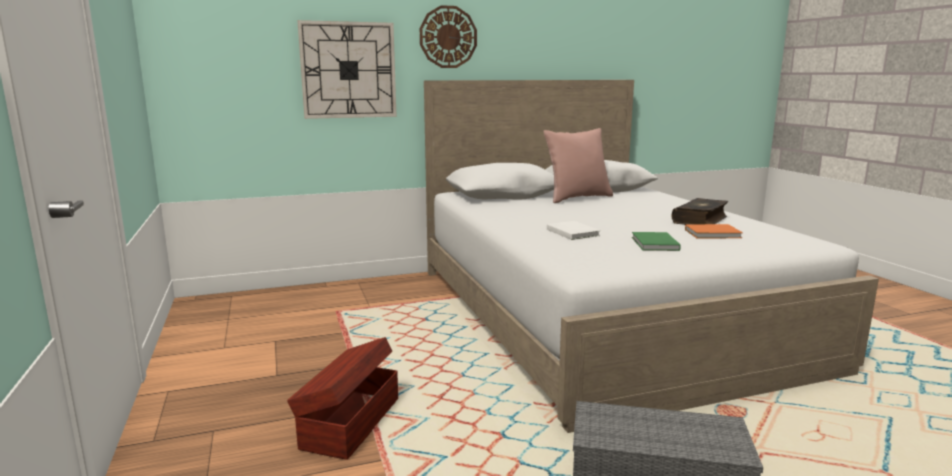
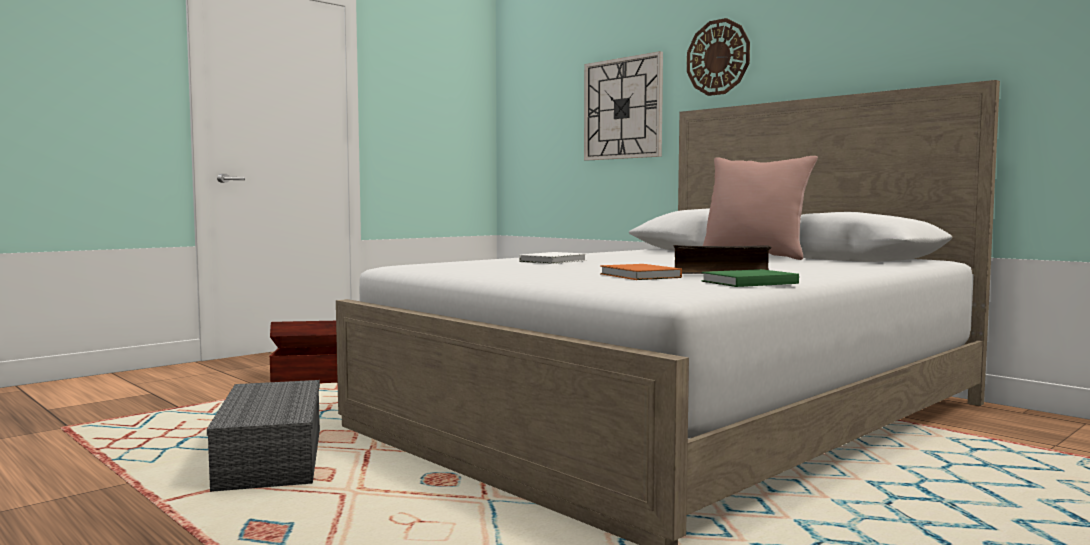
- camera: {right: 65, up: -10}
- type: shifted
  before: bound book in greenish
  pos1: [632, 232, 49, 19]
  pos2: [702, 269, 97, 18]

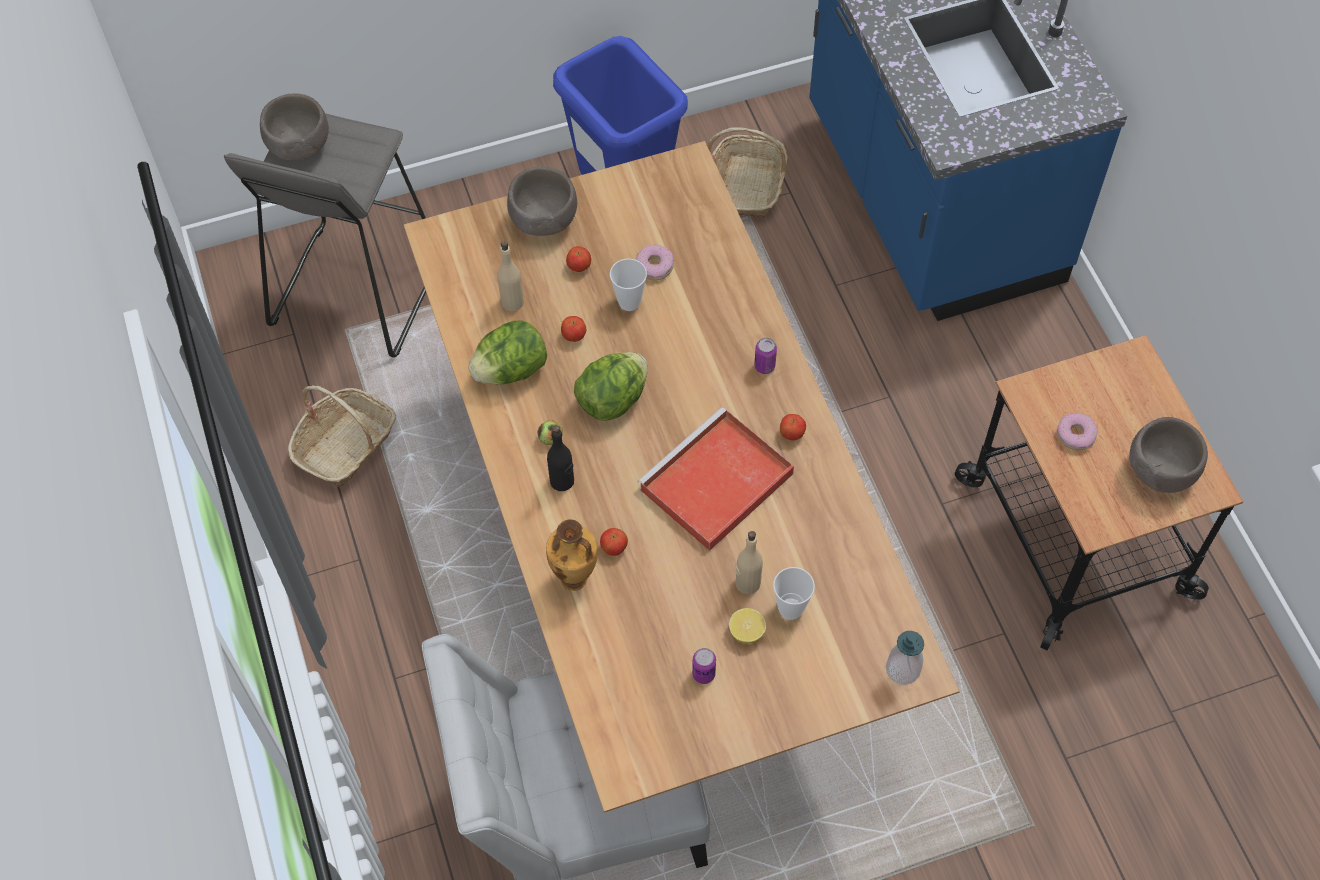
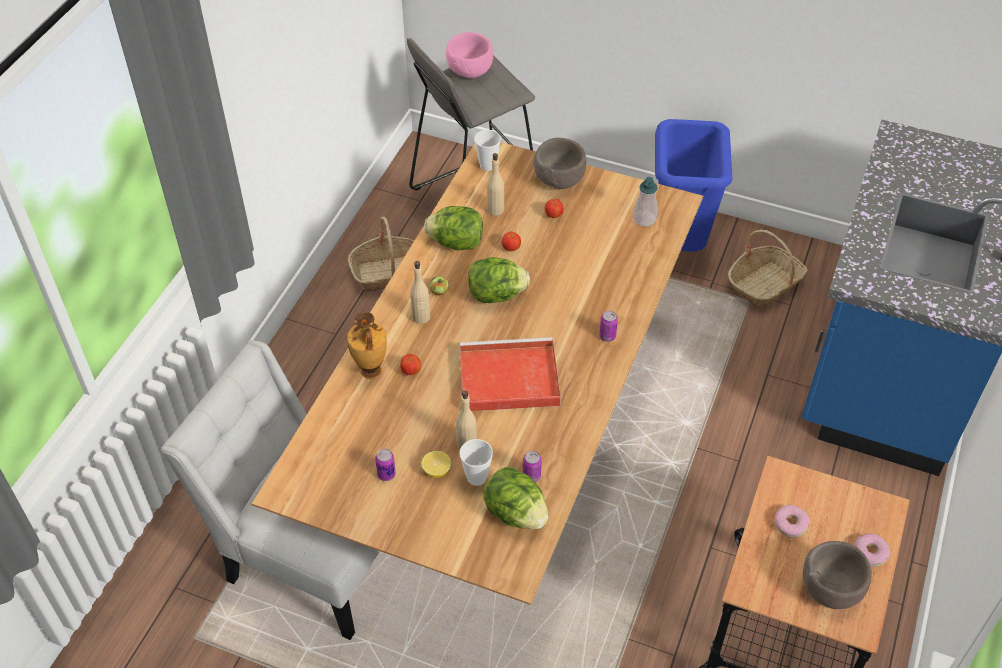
- camera: {right: 40, up: -10}
- type: repainted
  before: bowl in brown
  after: bowl in pink-coloured
  pos1: [260, 93, 69, 67]
  pos2: [446, 32, 47, 46]
- type: shifted
  before: doughnut
  pos1: [636, 244, 38, 36]
  pos2: [854, 534, 36, 33]
- type: shifted
  before: small cup
  pos1: [610, 259, 37, 52]
  pos2: [474, 130, 27, 41]
- type: gone
  before: apple
  pos1: [780, 414, 26, 27]
- type: repainted
  before: drink bottle in black-coloured
  after: drink bottle in sand-coloured
  pos1: [547, 425, 27, 66]
  pos2: [410, 261, 20, 63]
- type: shifted
  before: soap dispenser
  pos1: [886, 631, 38, 54]
  pos2: [633, 177, 25, 50]
- type: new
  after: sealed can
  pos2: [523, 451, 19, 32]
- type: new
  after: lettuce head
  pos2: [484, 467, 64, 62]

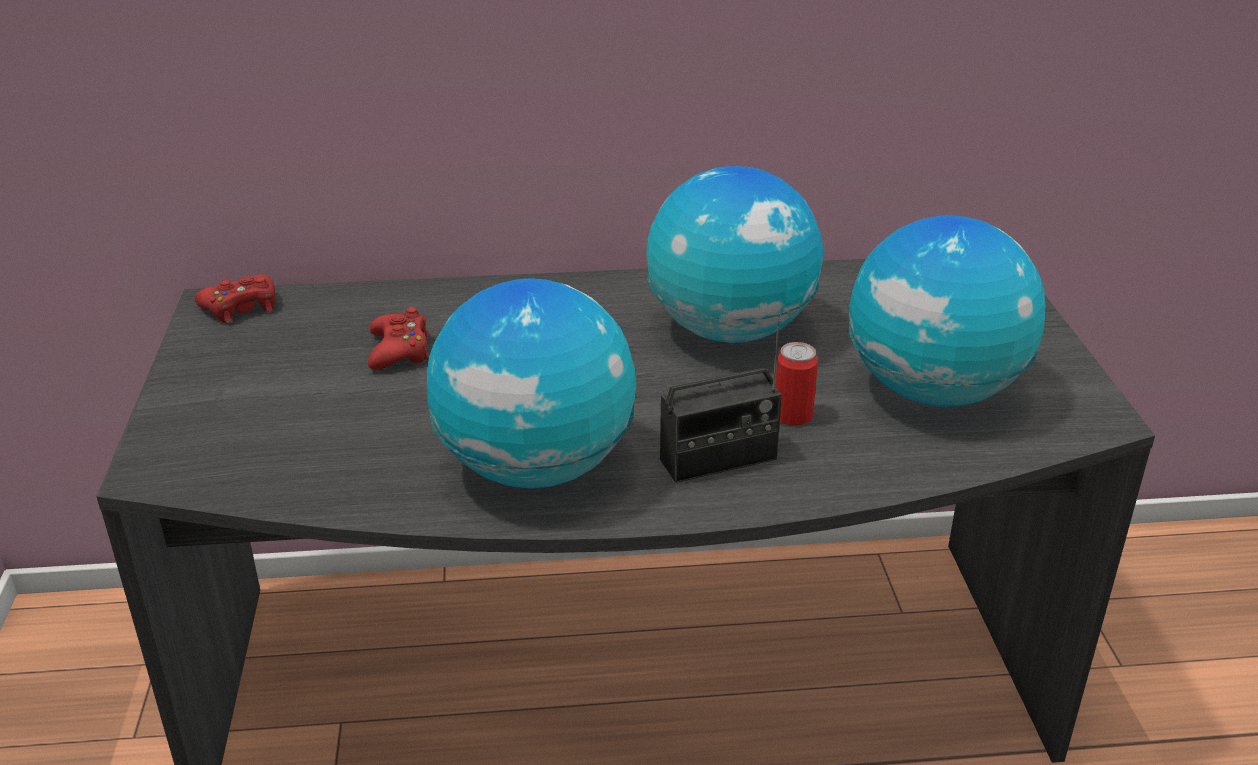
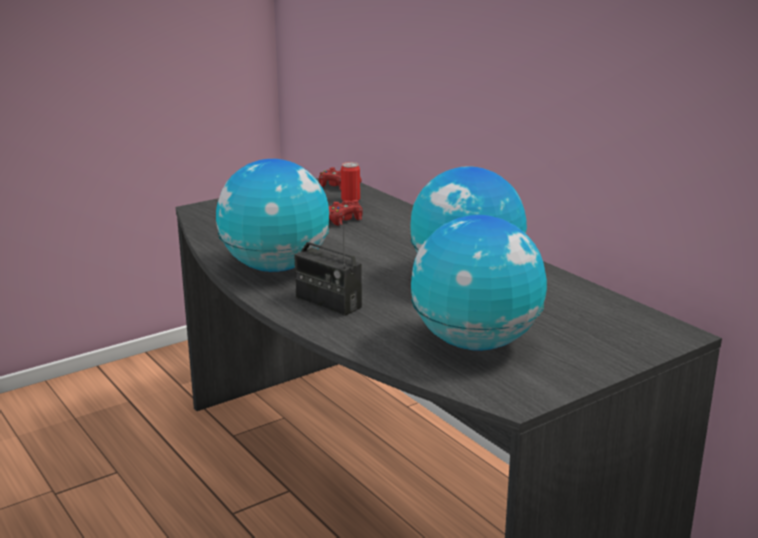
- camera: {right: 60, up: -10}
- type: shifted
  before: sealed can
  pos1: [775, 342, 43, 84]
  pos2: [341, 162, 19, 39]

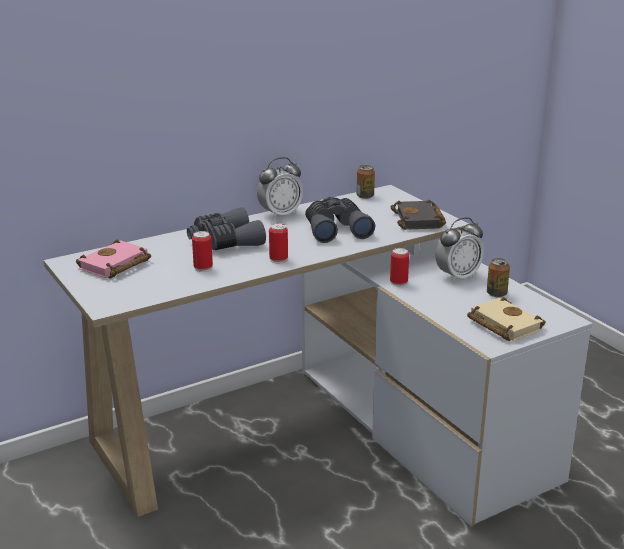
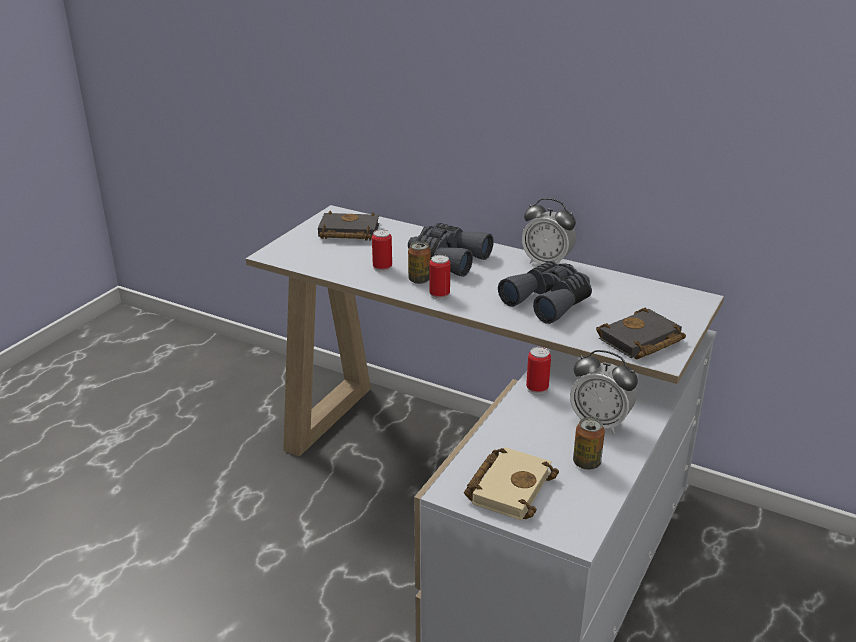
- camera: {right: 60, up: 5}
- type: shifted
  before: sealed can
  pos1: [356, 165, 19, 34]
  pos2: [408, 241, 23, 43]
- type: repainted
  before: bound book in pink-coloured
  after: bound book in black-coloured
  pos1: [76, 240, 75, 38]
  pos2: [318, 211, 61, 30]

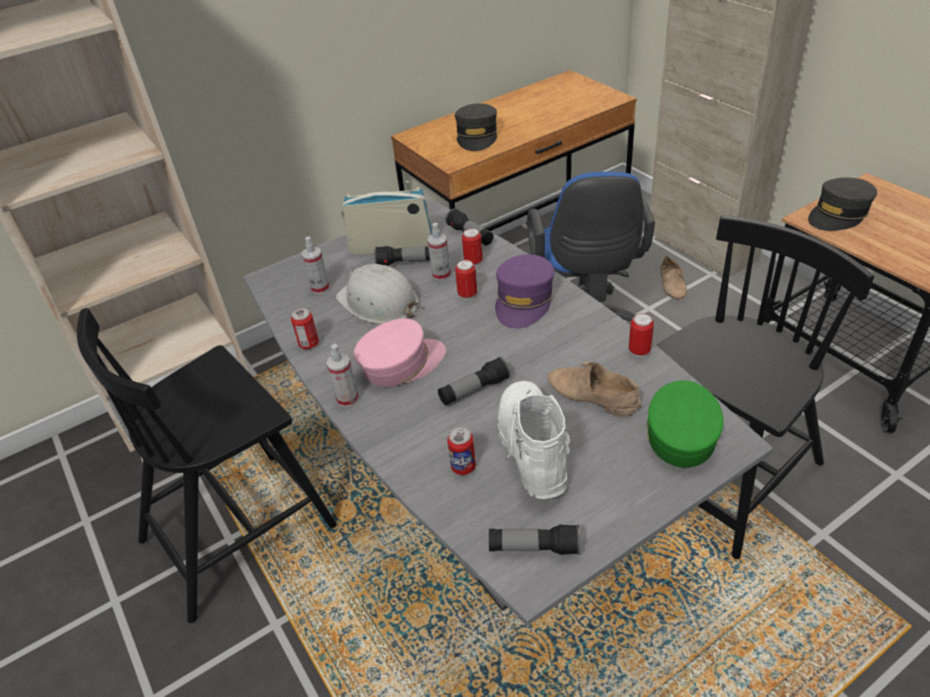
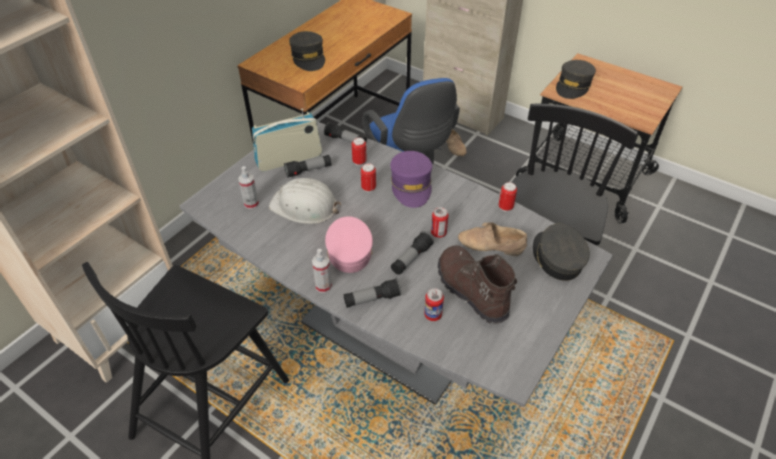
- camera: {right: -25, up: 5}
- type: gone
  before: spray bottle
  pos1: [427, 223, 24, 58]
- type: shifted
  before: sealed can
  pos1: [291, 308, 28, 41]
  pos2: [431, 207, 18, 31]
- type: rotated
  before: baseball cap in pink-coloured
  pos1: [354, 319, 92, 68]
  pos2: [325, 216, 48, 57]
  turn: -45
- type: repainted
  before: baseball cap in greenish
  after: baseball cap in grey
  pos1: [647, 380, 77, 88]
  pos2: [533, 224, 57, 57]
- type: repainted
  before: high-top boot in whitish
  after: high-top boot in brown
  pos1: [497, 381, 73, 118]
  pos2: [438, 245, 79, 79]
- type: shifted
  before: torch
  pos1: [489, 524, 91, 31]
  pos2: [344, 278, 57, 30]

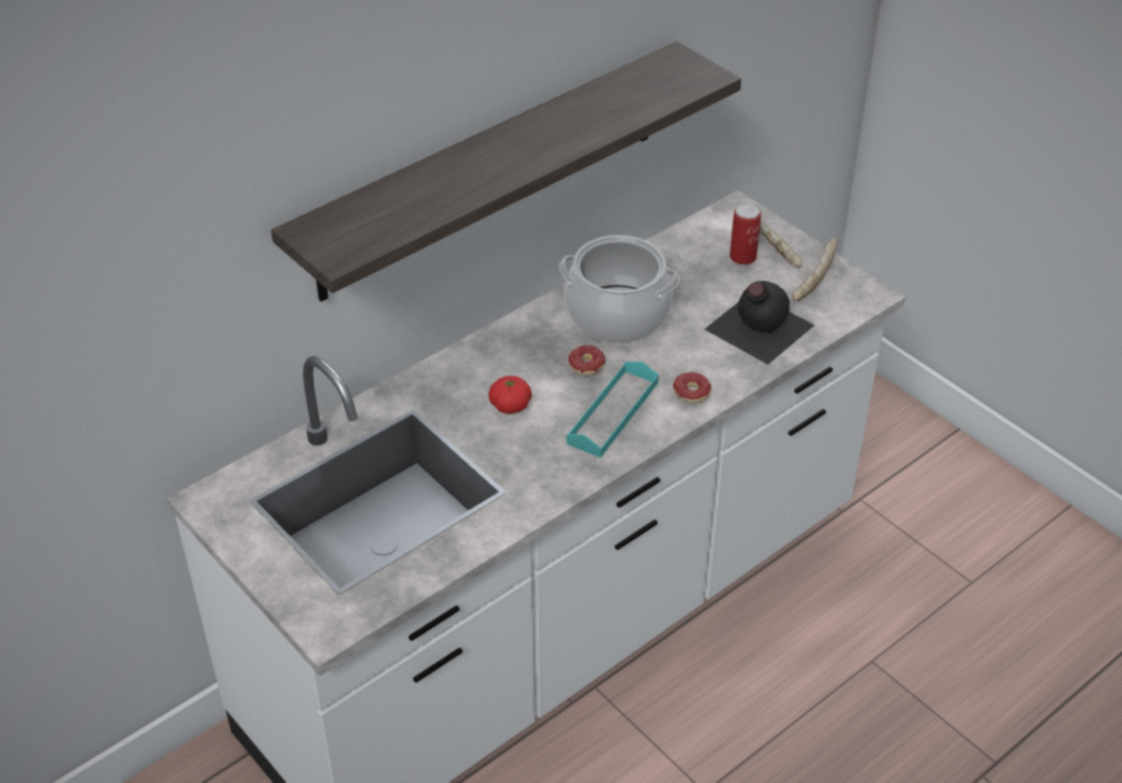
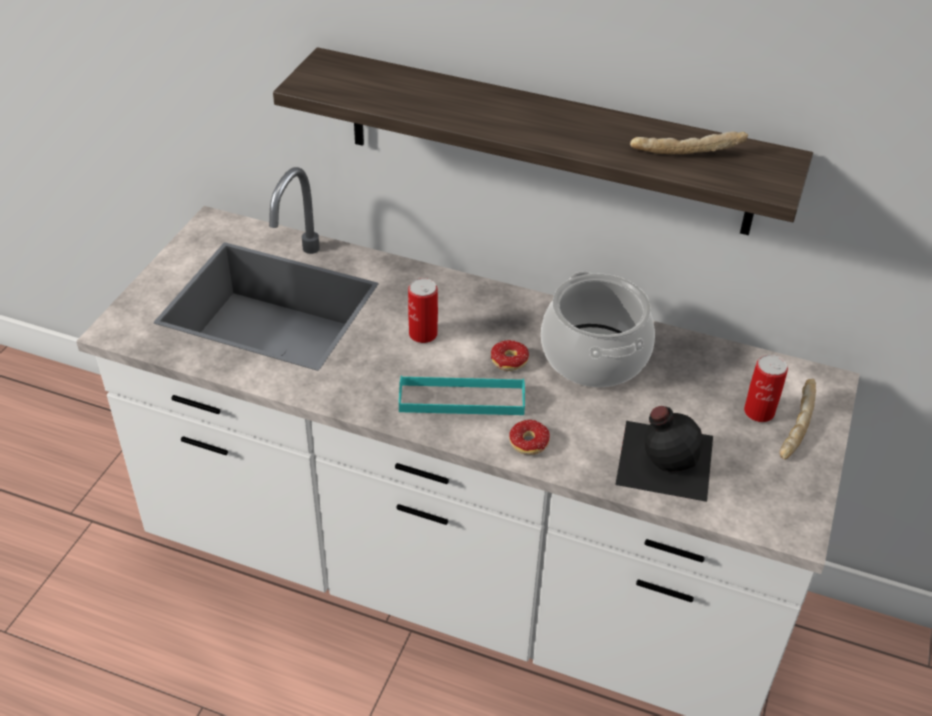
- camera: {right: 60, up: 0}
- type: shifted
  before: baked bread
  pos1: [792, 238, 45, 63]
  pos2: [630, 131, 118, 23]
- type: swapped
  before: fresh tomato
  after: sealed can
  pos1: [488, 376, 44, 38]
  pos2: [408, 278, 30, 65]

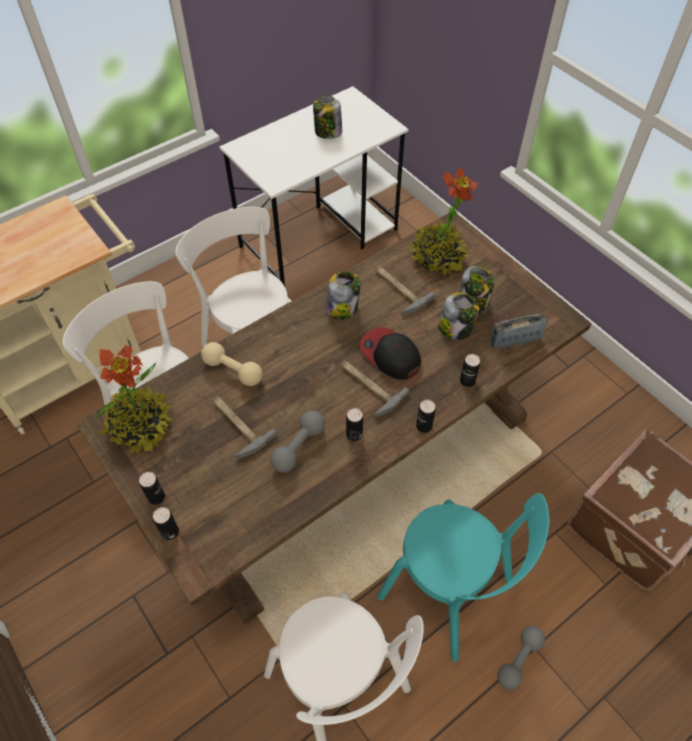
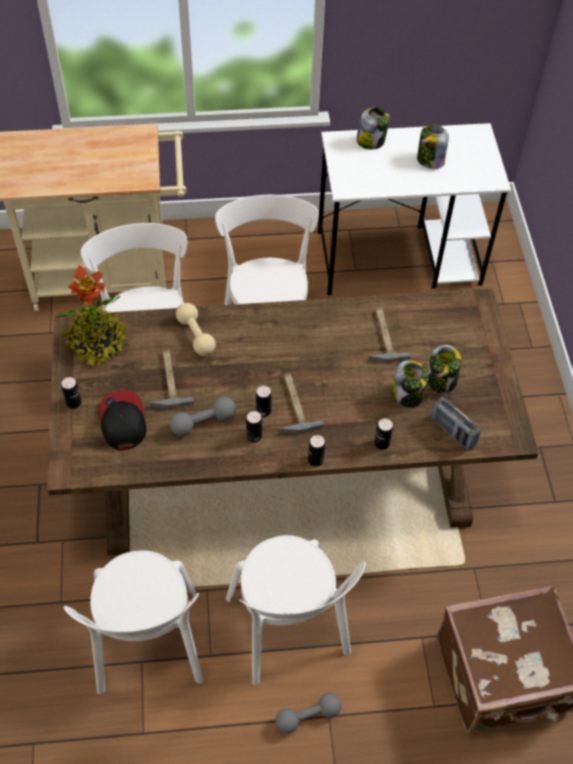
- camera: {right: 30, up: 0}
- type: gone
  before: potted plant
  pos1: [410, 168, 68, 107]
- type: shifted
  before: jar
  pos1: [326, 271, 35, 49]
  pos2: [356, 107, 34, 43]
- type: rotated
  before: radio set
  pos1: [490, 313, 57, 36]
  pos2: [431, 397, 50, 53]
  turn: -150
- type: shifted
  before: baseball cap
  pos1: [360, 327, 61, 53]
  pos2: [99, 391, 48, 59]
- type: repainted
  before: plain chair in blue-green
  after: plain chair in whitish
  pos1: [377, 493, 172, 169]
  pos2: [226, 535, 140, 150]
- type: shifted
  before: sealed can
  pos1: [153, 507, 26, 33]
  pos2: [256, 385, 16, 32]

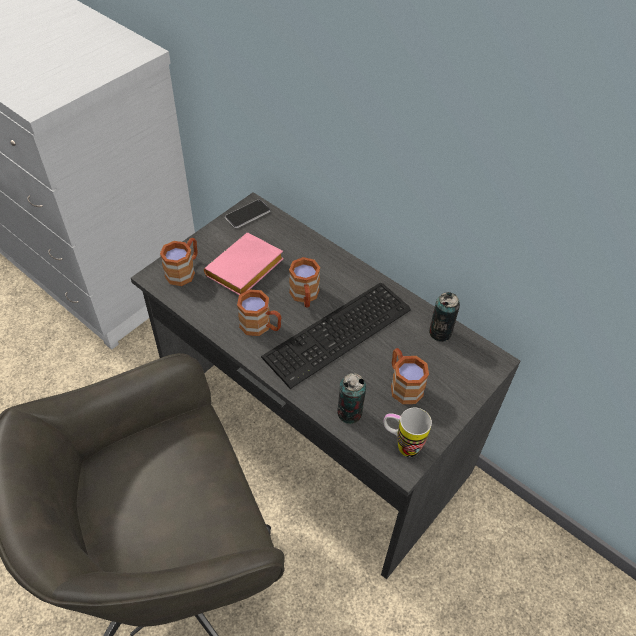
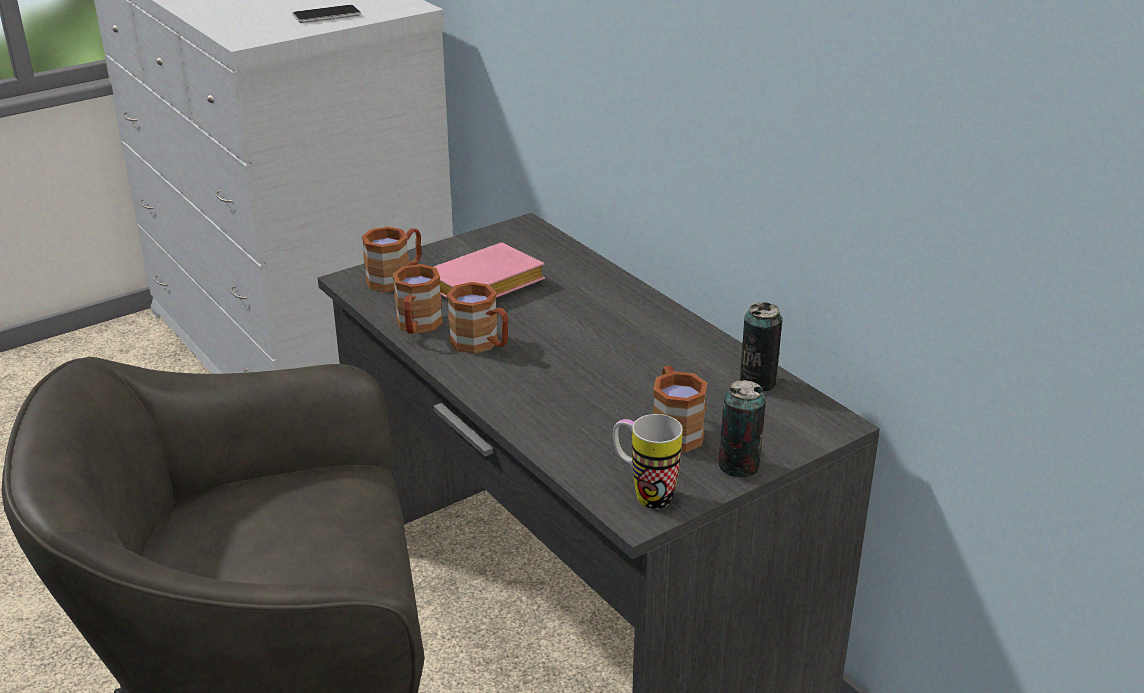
- camera: {right: 15, up: -20}
- type: shifted
  before: handset
  pos1: [225, 200, 46, 28]
  pos2: [292, 5, 69, 18]
- type: shifted
  before: mug in brown
  pos1: [289, 257, 31, 51]
  pos2: [393, 264, 50, 70]
- type: gone
  before: PC keyboard
  pos1: [261, 282, 150, 107]
- type: shifted
  before: sealed can
  pos1: [337, 373, 29, 51]
  pos2: [719, 380, 47, 98]

